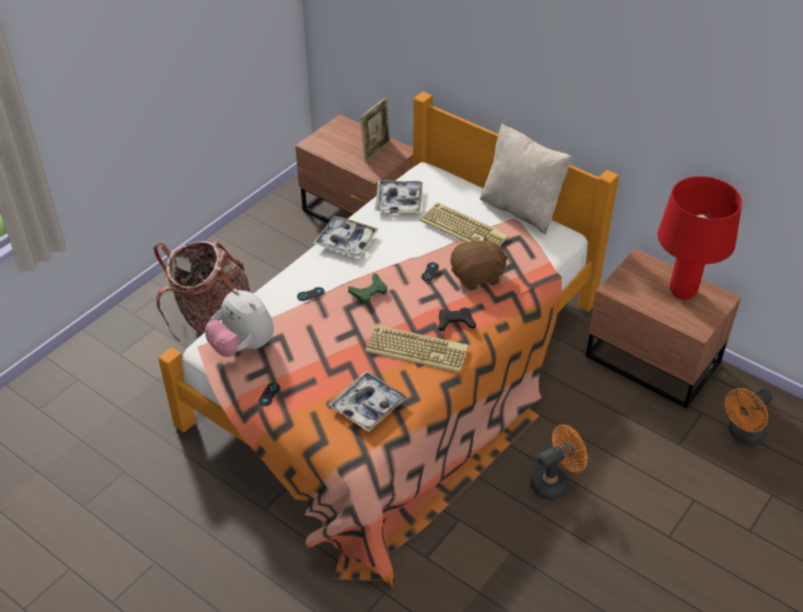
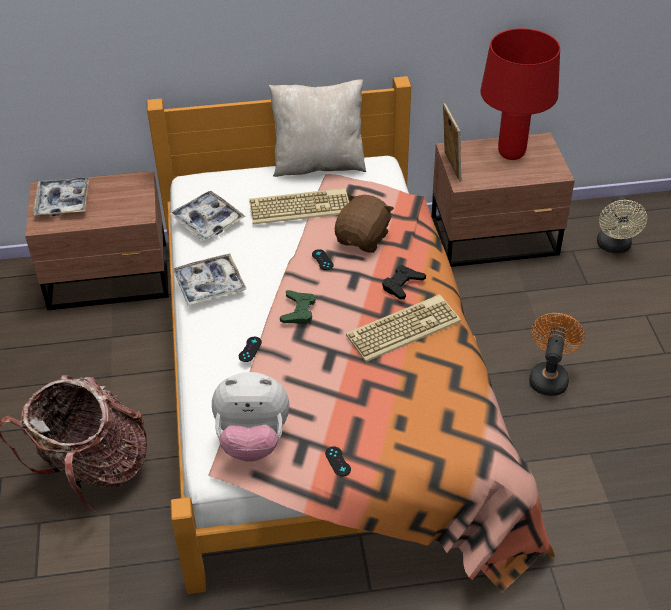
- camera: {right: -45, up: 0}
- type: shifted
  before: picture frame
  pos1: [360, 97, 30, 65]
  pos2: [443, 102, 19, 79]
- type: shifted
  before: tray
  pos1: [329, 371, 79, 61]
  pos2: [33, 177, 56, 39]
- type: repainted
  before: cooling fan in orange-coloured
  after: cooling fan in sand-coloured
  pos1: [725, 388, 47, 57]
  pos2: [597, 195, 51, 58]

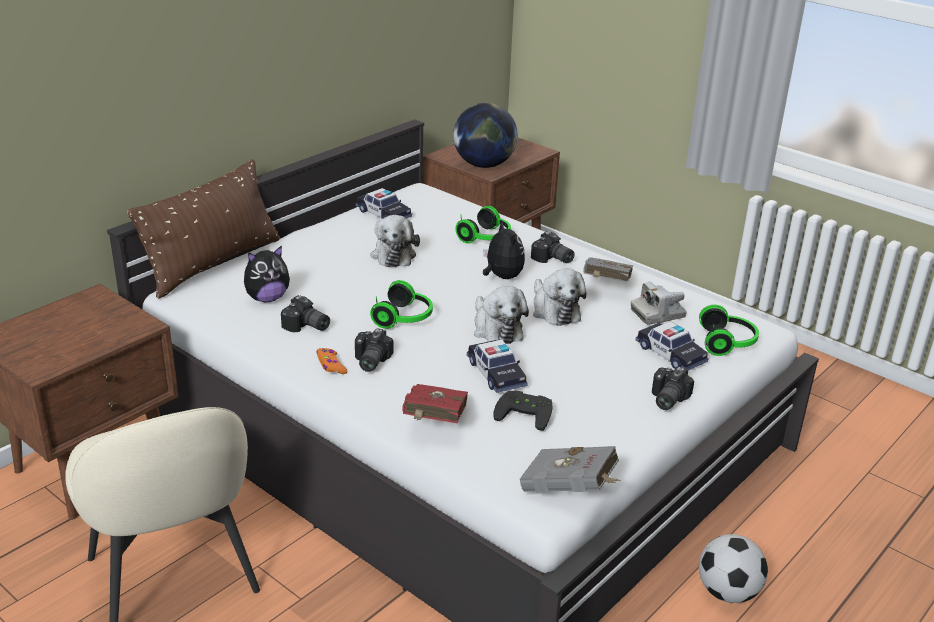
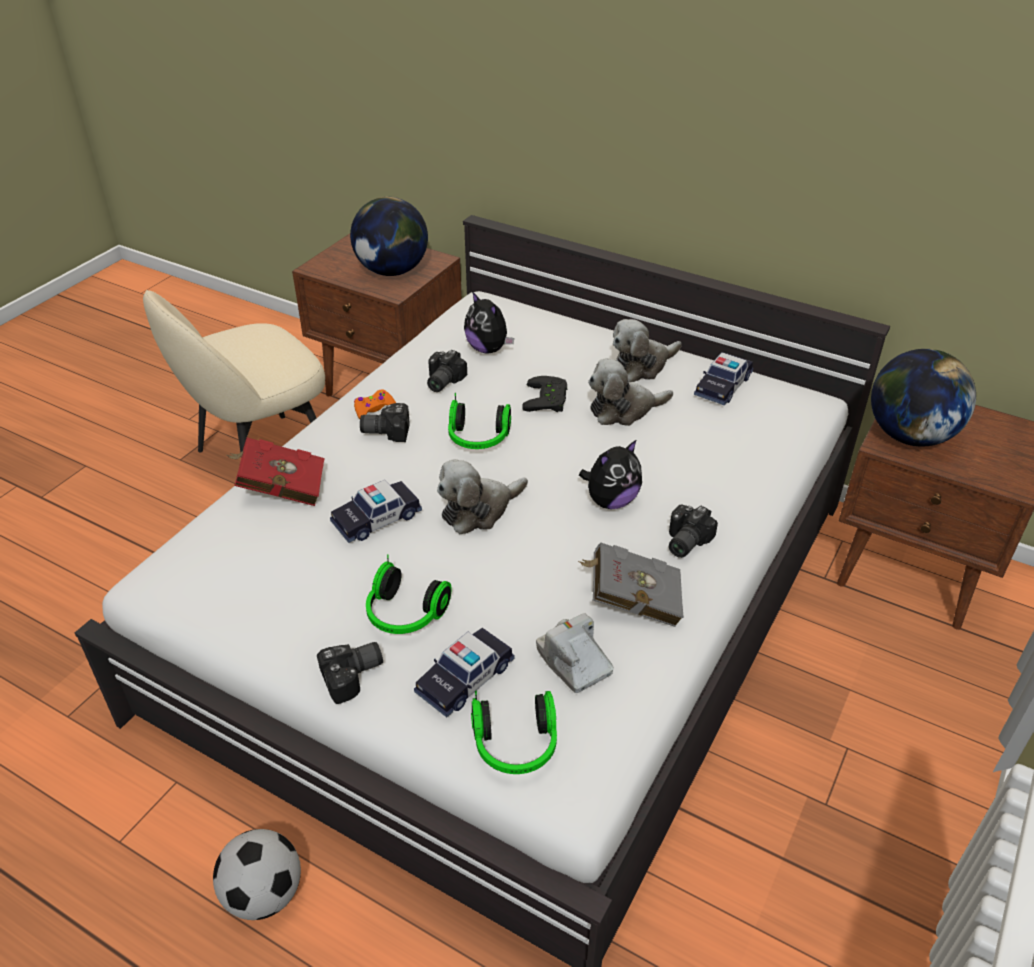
- camera: {right: 80, up: 10}
- type: gone
  before: throw pillow in brown
  pos1: [128, 159, 152, 140]
- type: shifted
  before: pair of headphones
  pos1: [455, 206, 56, 38]
  pos2: [366, 554, 86, 80]
- type: shifted
  before: soft toy
  pos1: [533, 268, 53, 58]
  pos2: [613, 319, 69, 63]
- type: rotated
  before: photo camera
  pos1: [652, 367, 42, 43]
  pos2: [317, 642, 66, 62]
  turn: 135
- type: shifted
  before: game controller in black-coloured
  pos1: [493, 391, 60, 40]
  pos2: [522, 376, 45, 36]
- type: gone
  before: bound book in grey
  pos1: [520, 446, 101, 47]
- type: new
  after: globe
  pos2: [350, 197, 78, 79]

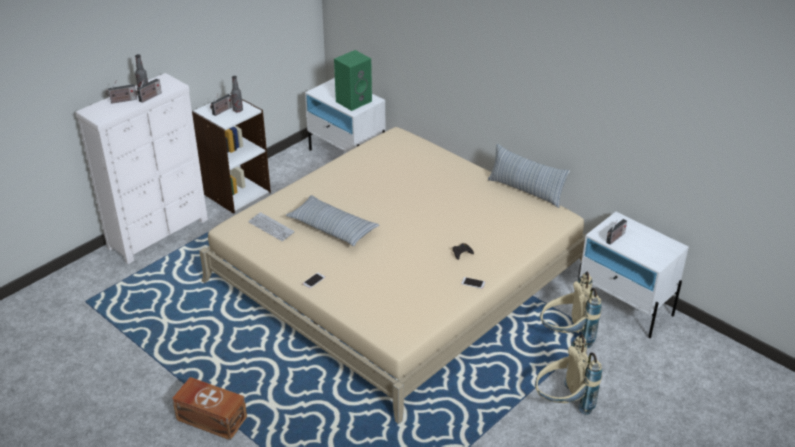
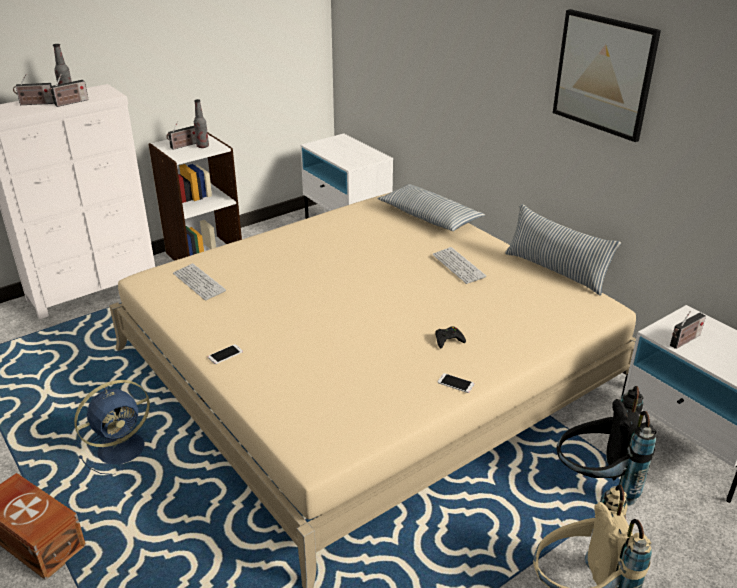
- camera: {right: 10, up: -5}
- type: gone
  before: audio speaker in greenish
  pos1: [334, 50, 38, 61]
- type: shifted
  before: throw pillow
  pos1: [286, 195, 93, 51]
  pos2: [378, 184, 107, 47]
- type: repainted
  before: backpack in sand-coloured
  after: backpack in black-coloured
  pos1: [540, 272, 62, 76]
  pos2: [557, 386, 99, 120]
- type: new
  after: wall art
  pos2: [553, 9, 108, 133]
- type: new
  after: PC keyboard
  pos2: [432, 247, 54, 37]
- type: new
  after: cooling fan in blue
  pos2: [74, 380, 76, 95]

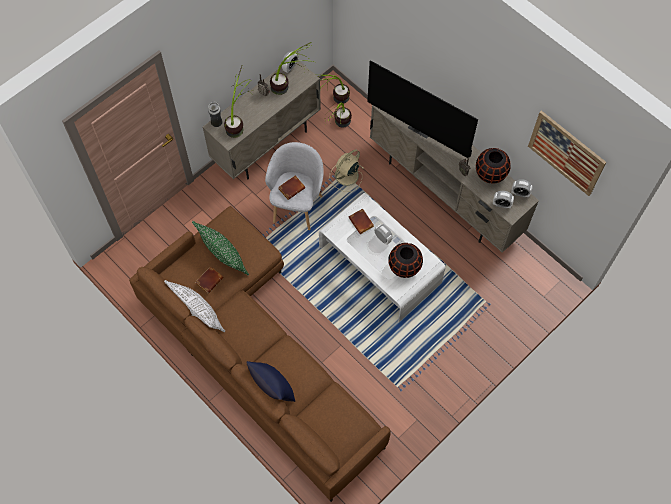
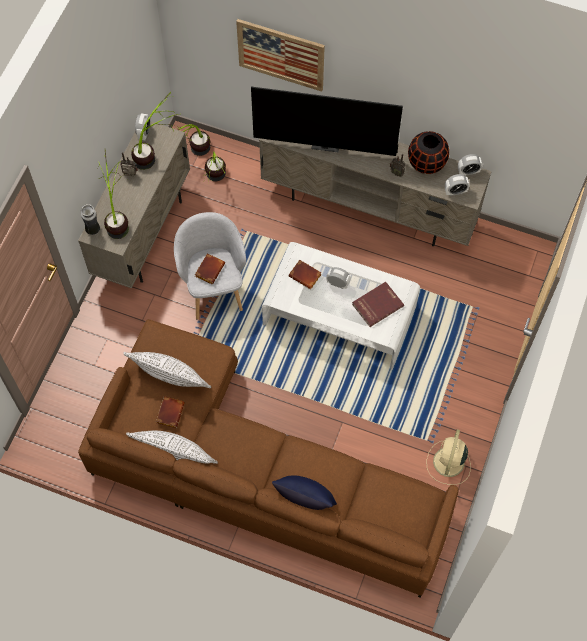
- camera: {right: -25, up: 0}
- type: shifted
  before: wall art
  pos1: [528, 110, 78, 86]
  pos2: [236, 19, 89, 73]
- type: shifted
  before: cooling fan in sand-coloured
  pos1: [330, 150, 34, 42]
  pos2: [426, 429, 45, 56]
- type: repainted
  before: throw pillow in greenish
  after: throw pillow in whitish
  pos1: [192, 221, 57, 54]
  pos2: [123, 352, 88, 36]
- type: swapped
  before: decorative vase in black-coloured
  after: bound book in red
  pos1: [388, 243, 35, 35]
  pos2: [352, 282, 52, 45]

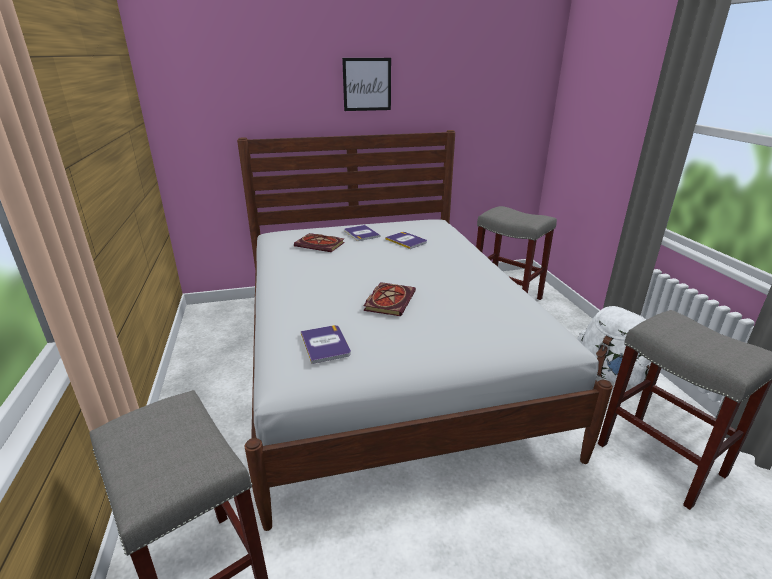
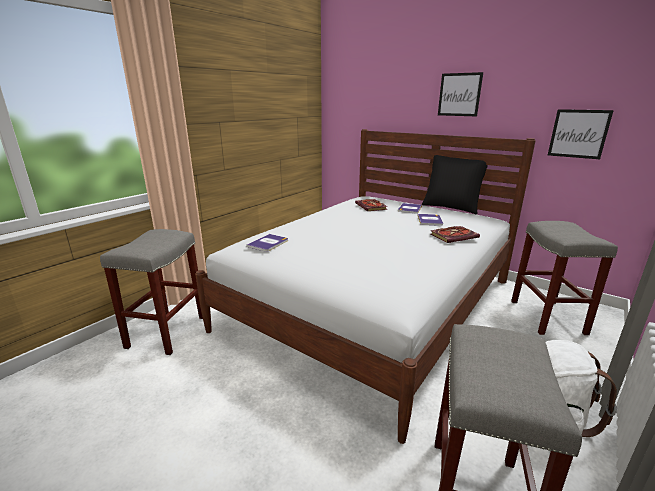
- camera: {right: 50, up: -5}
- type: shifted
  before: bound book
  pos1: [363, 282, 53, 34]
  pos2: [430, 226, 50, 17]
- type: new
  after: wall art
  pos2: [548, 109, 66, 50]
- type: new
  after: throw pillow in black-coloured
  pos2: [422, 155, 66, 60]

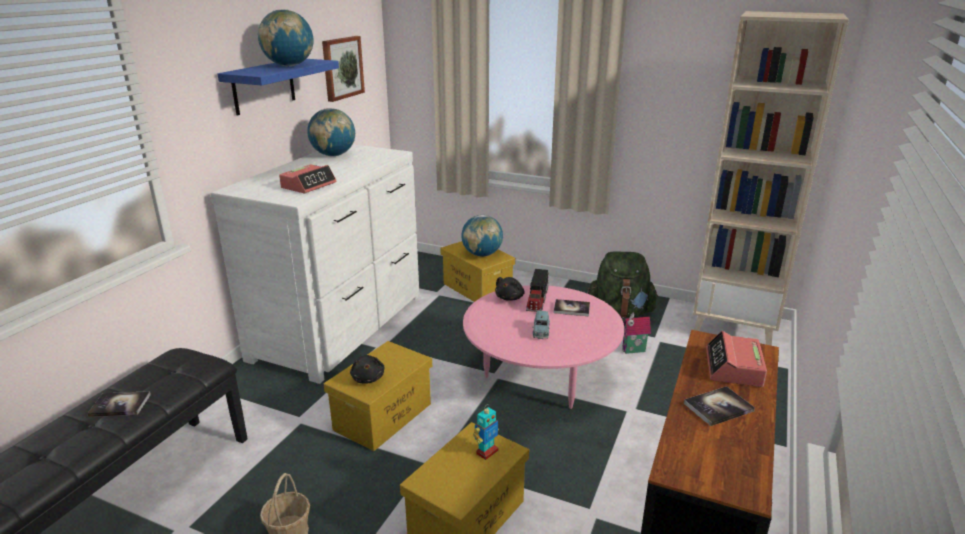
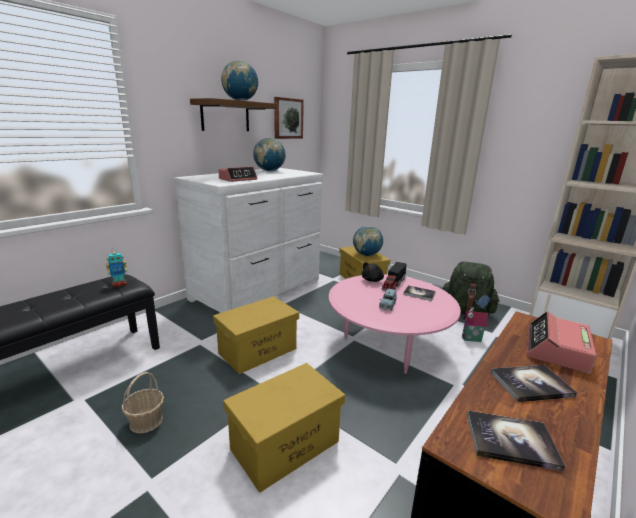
- camera: {right: 15, up: -5}
- type: repainted
  before: bracket shelf in blue
  after: bracket shelf in brown
  pos1: [217, 59, 122, 56]
  pos2: [190, 98, 87, 33]
- type: gone
  before: soft toy in black-coloured
  pos1: [350, 355, 35, 29]
- type: shifted
  before: bound book
  pos1: [87, 391, 64, 26]
  pos2: [467, 411, 98, 61]
- type: shifted
  before: robot figure
  pos1: [473, 404, 26, 56]
  pos2: [106, 248, 21, 39]

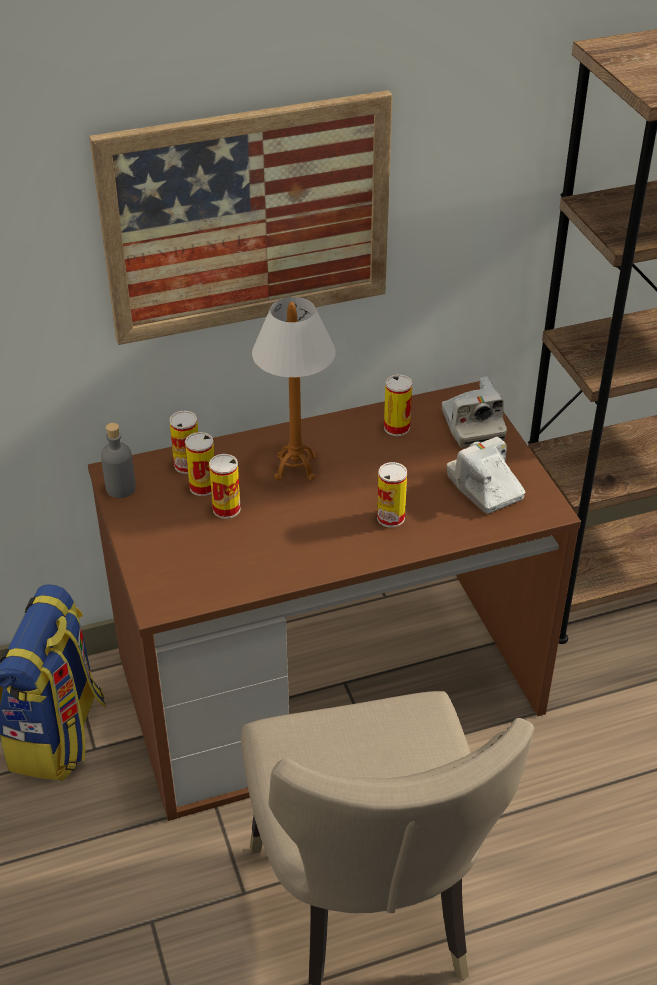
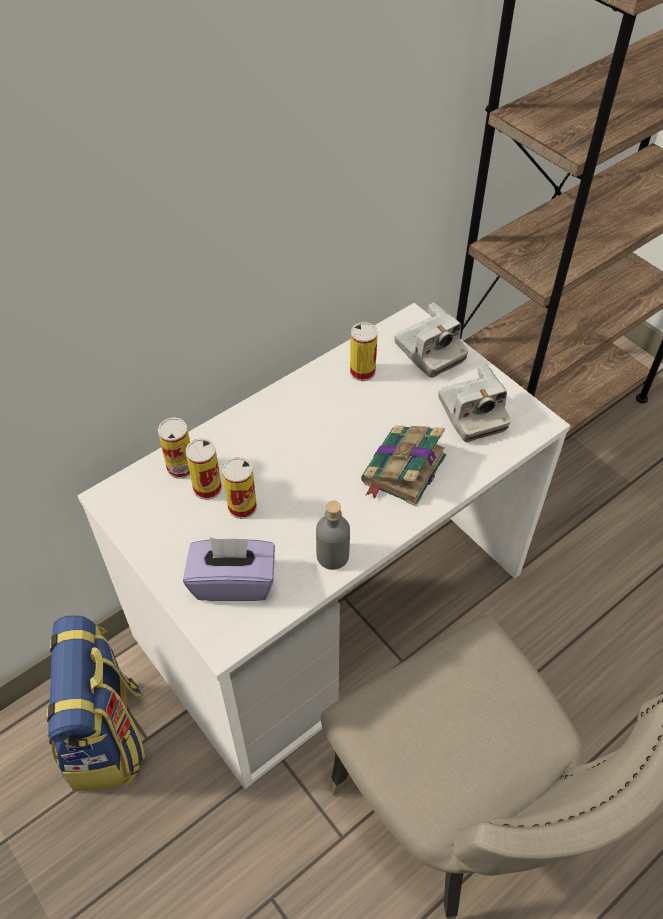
- camera: {right: -20, up: 10}
- type: gone
  before: wall art
  pos1: [89, 90, 303, 255]
- type: gone
  before: table lamp
  pos1: [252, 297, 83, 183]
- type: repainted
  before: desk table in brown
  after: desk table in whitish
  pos1: [88, 381, 493, 440]
  pos2: [78, 303, 492, 486]
- type: shifted
  before: drink bottle in grey
  pos1: [101, 423, 35, 75]
  pos2: [316, 501, 34, 69]
- type: rotated
  before: photo camera
  pos1: [446, 437, 80, 77]
  pos2: [438, 363, 72, 79]
  turn: -150
- type: swapped
  before: sealed can
  after: bound book
  pos1: [377, 462, 30, 66]
  pos2: [361, 425, 85, 82]
- type: new
  after: tissue box in purple-coloured
  pos2: [183, 537, 92, 64]

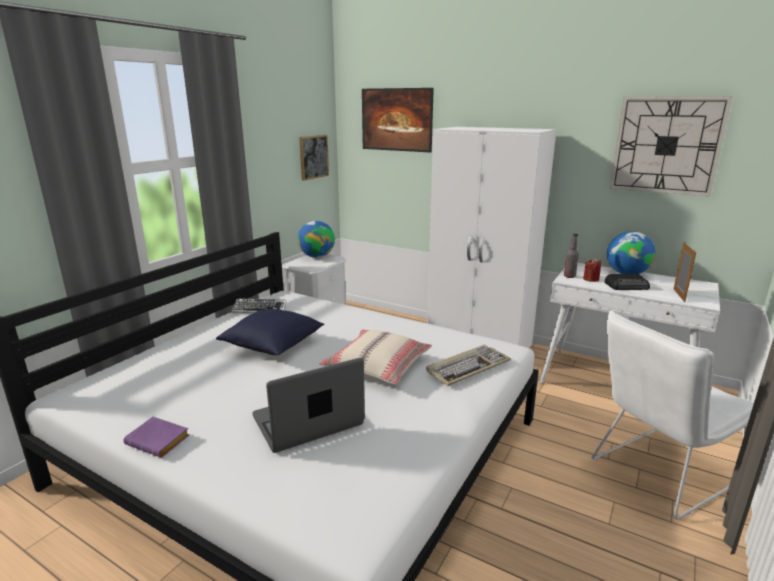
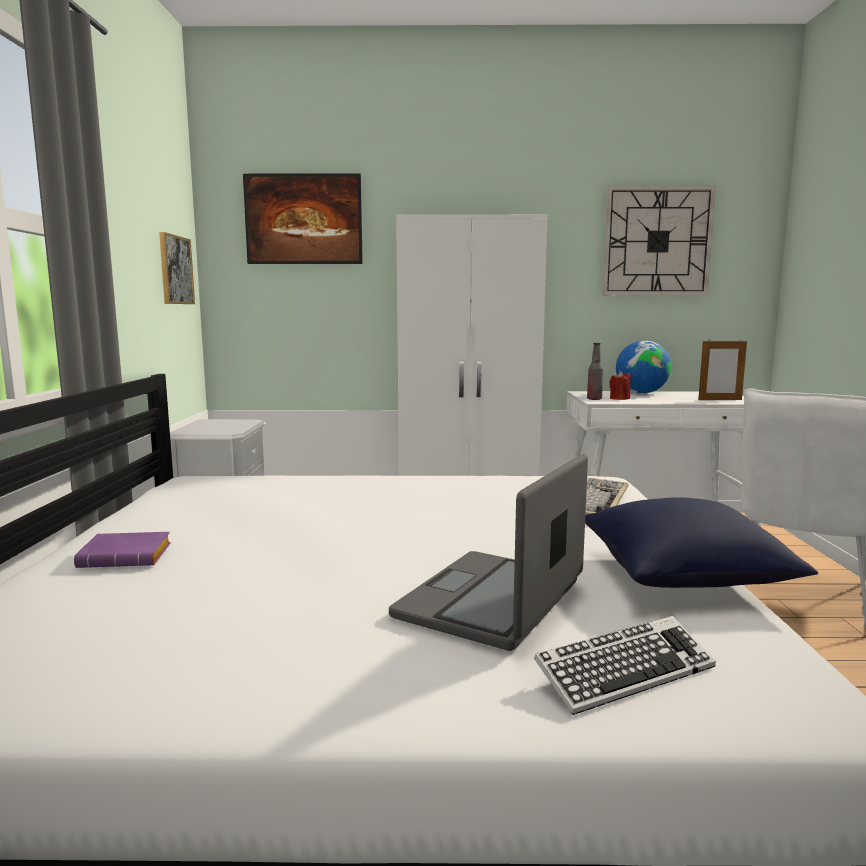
- camera: {right: -30, up: -10}
- type: gone
  before: globe
  pos1: [298, 221, 37, 37]
- type: rotated
  before: picture frame
  pos1: [674, 242, 22, 60]
  pos2: [698, 339, 49, 61]
  turn: 105
- type: gone
  before: radio set
  pos1: [605, 274, 45, 16]
- type: shifted
  before: PC keyboard
  pos1: [232, 298, 55, 15]
  pos2: [534, 616, 182, 99]
- type: shifted
  before: throw pillow in blue
  pos1: [216, 309, 108, 46]
  pos2: [585, 497, 233, 91]
- type: gone
  before: throw pillow in sand-coloured
  pos1: [319, 330, 113, 55]
- type: shifted
  before: bound book in purple-coloured
  pos1: [124, 417, 65, 41]
  pos2: [74, 532, 97, 36]

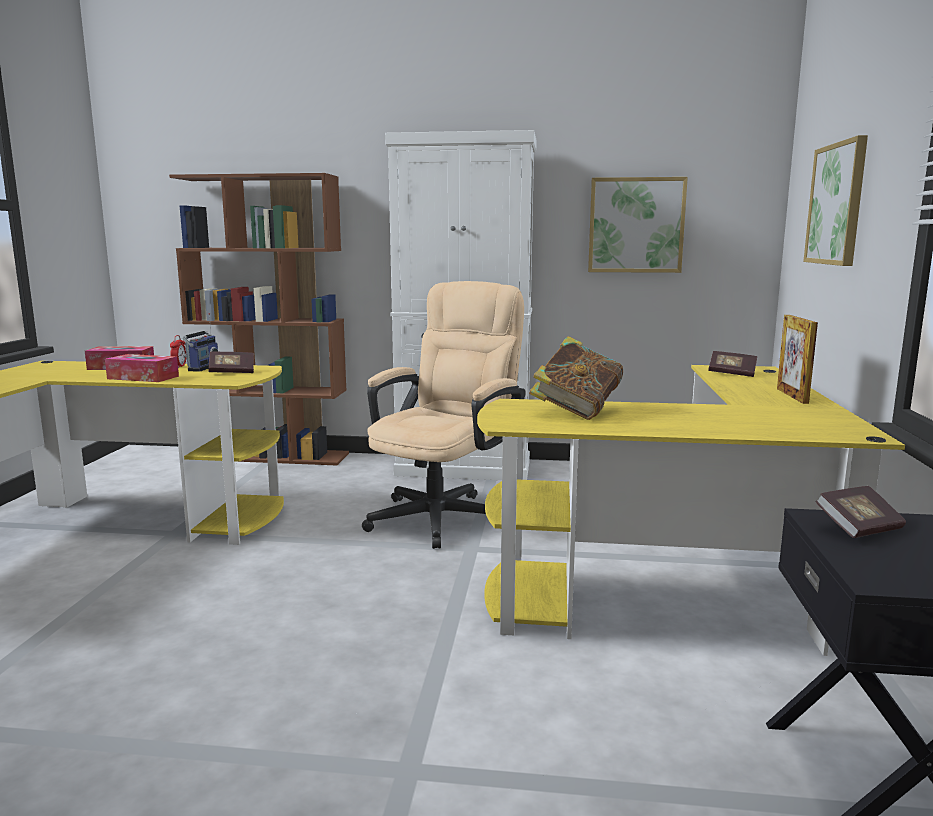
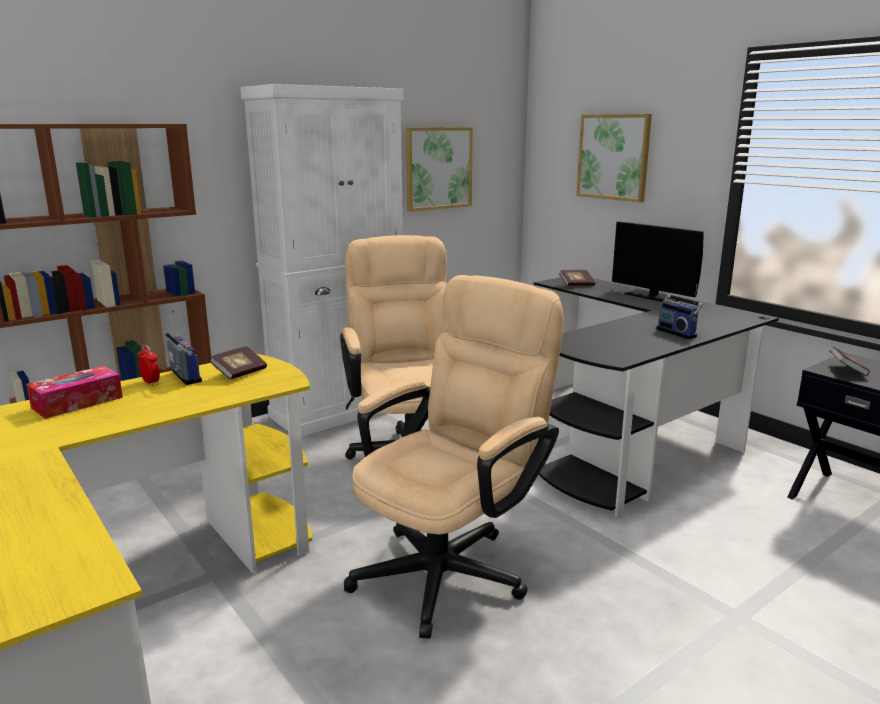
- camera: {right: -45, up: 5}
- type: swapped
  before: picture frame
  after: computer display
  pos1: [777, 315, 41, 89]
  pos2: [612, 221, 92, 81]
- type: gone
  before: bound book
  pos1: [529, 336, 94, 84]
- type: gone
  before: tissue box
  pos1: [105, 354, 74, 28]
- type: repainted
  before: desk table in yellow
  after: desk table in black-coloured
  pos1: [477, 365, 428, 291]
  pos2: [533, 277, 246, 241]
- type: new
  after: desk chair in sand-coloured
  pos2: [344, 275, 219, 364]
- type: new
  after: radio set
  pos2: [656, 285, 47, 54]

